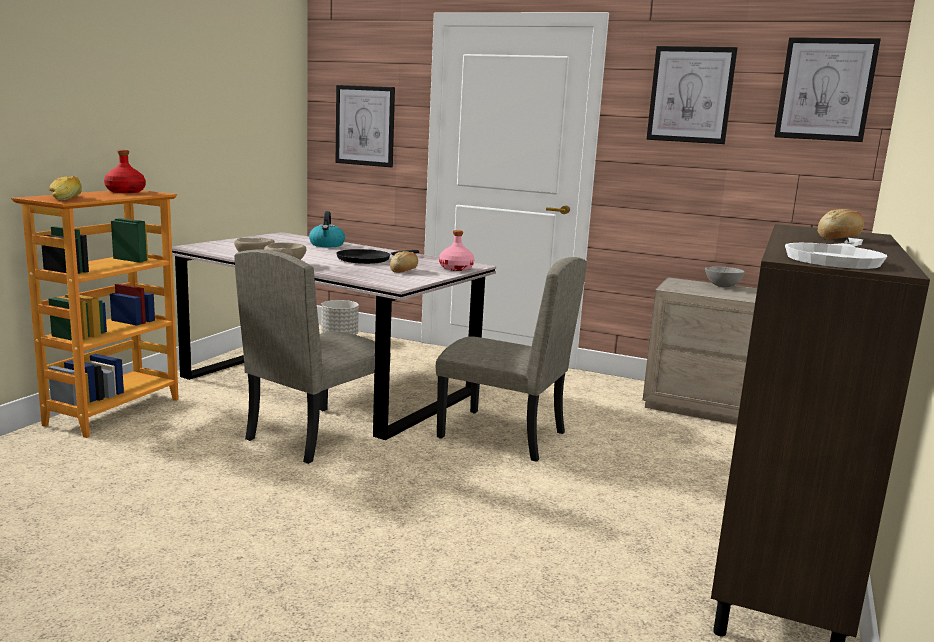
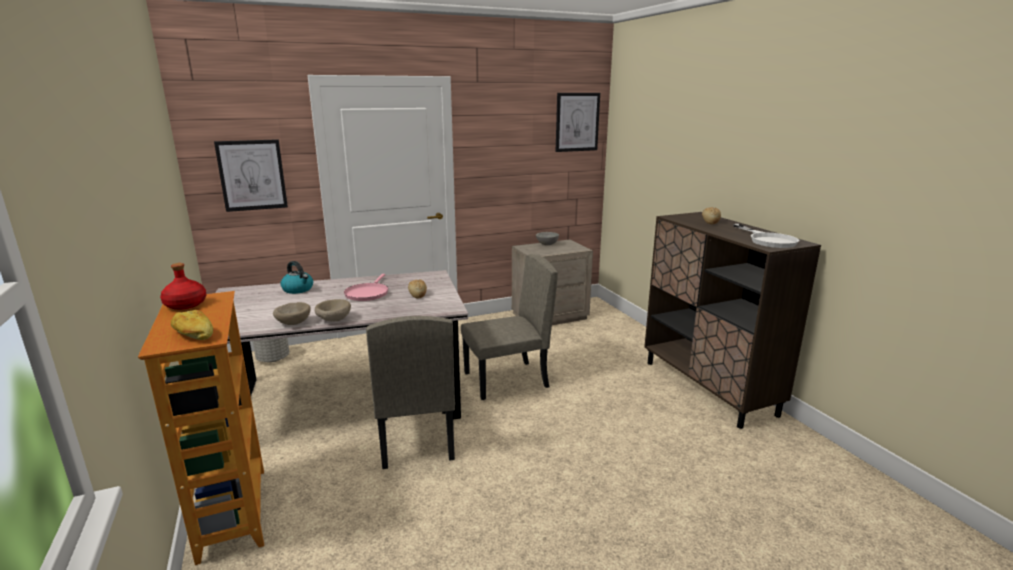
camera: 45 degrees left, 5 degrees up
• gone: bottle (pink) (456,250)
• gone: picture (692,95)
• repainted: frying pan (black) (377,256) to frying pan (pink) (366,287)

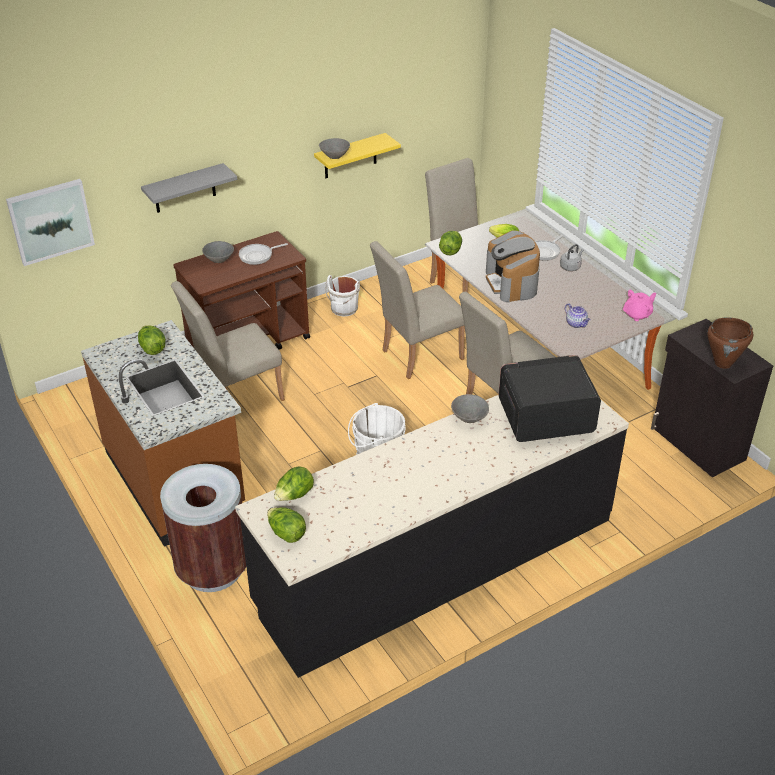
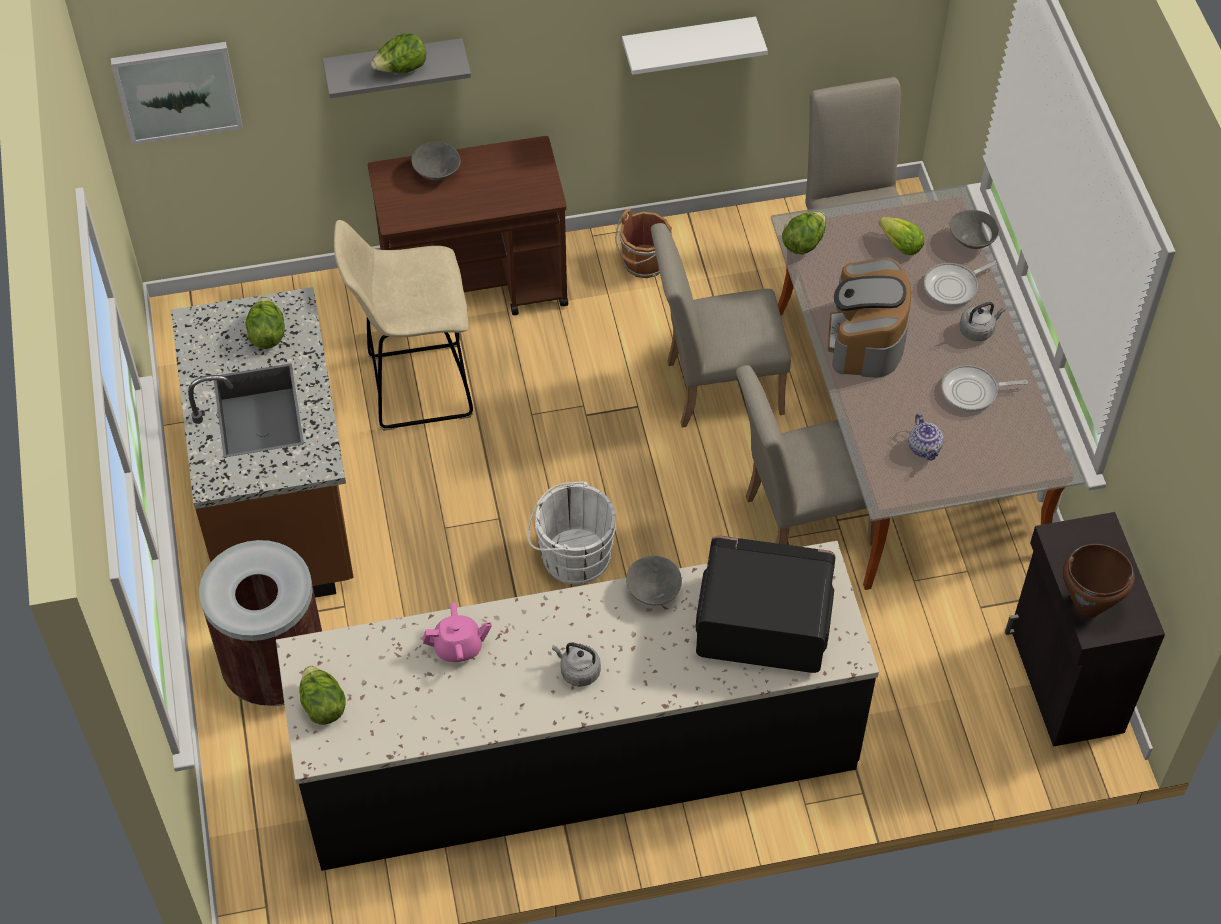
camera: 20 degrees right, 15 degrees up
• new: kettle (grey) (576,664)
• shifted: frying pan (263,254) to (985,388)
• shifted: lettuce (294,483) to (398,53)
• shifted: bowl (grey) (334,148) to (974,229)
• shifted: teapot (pink) (639,305) to (457,632)
• swapped: chair (beige) (228,341) to stool (beige) (403,325)
• repainted: shelf (yellow) (357,155) to shelf (white) (695,46)
• repainted: bucket (white) (342,296) to bucket (brown) (643,243)

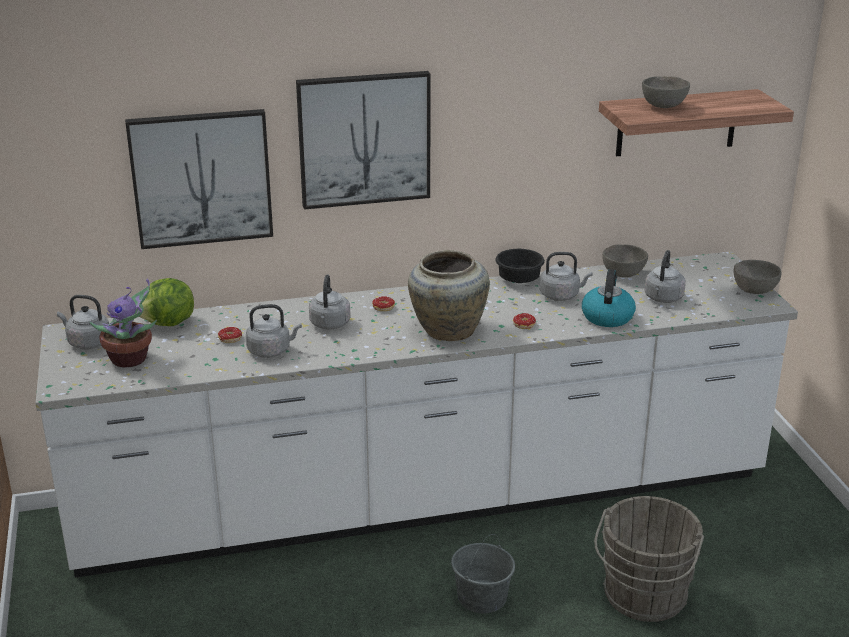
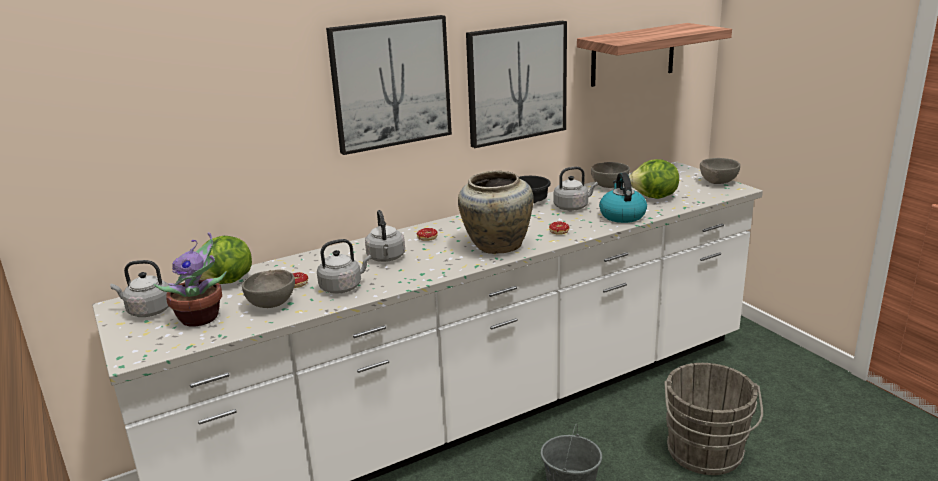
camera: 15 degrees left, 5 degrees down
• shifted: picture (199,179) to (516,84)
• shifted: bowl (grey) (666,92) to (268,289)
• swapped: kettle (grey) (665,276) to lettuce (654,179)

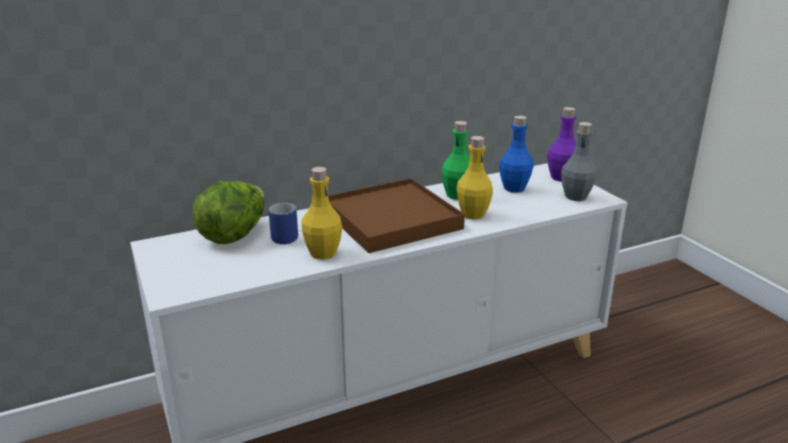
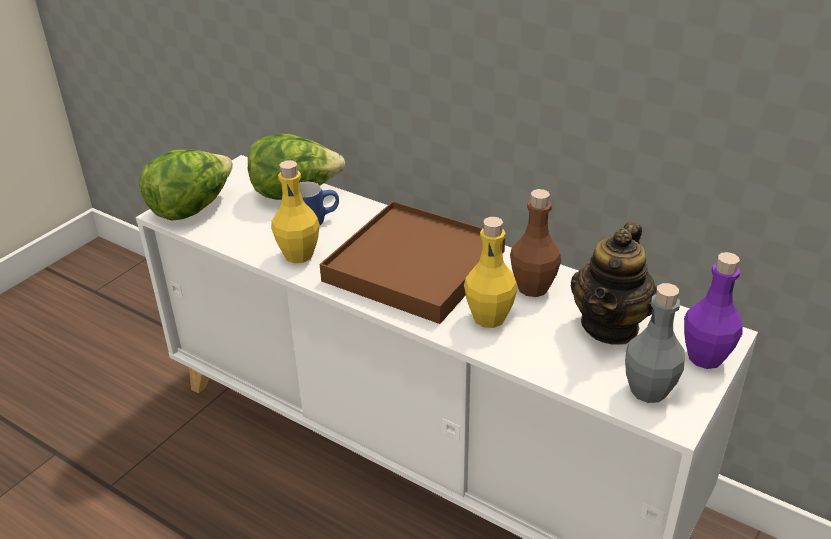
camera: 60 degrees right, 10 degrees up
• new: lettuce (186,185)
• swapped: bottle (blue) (516,154) to teapot (614,283)
• repainted: bottle (green) (455,160) to bottle (brown) (535,243)

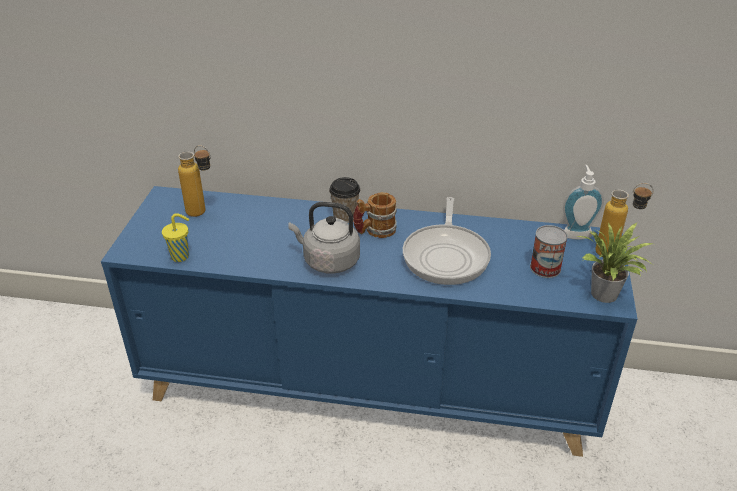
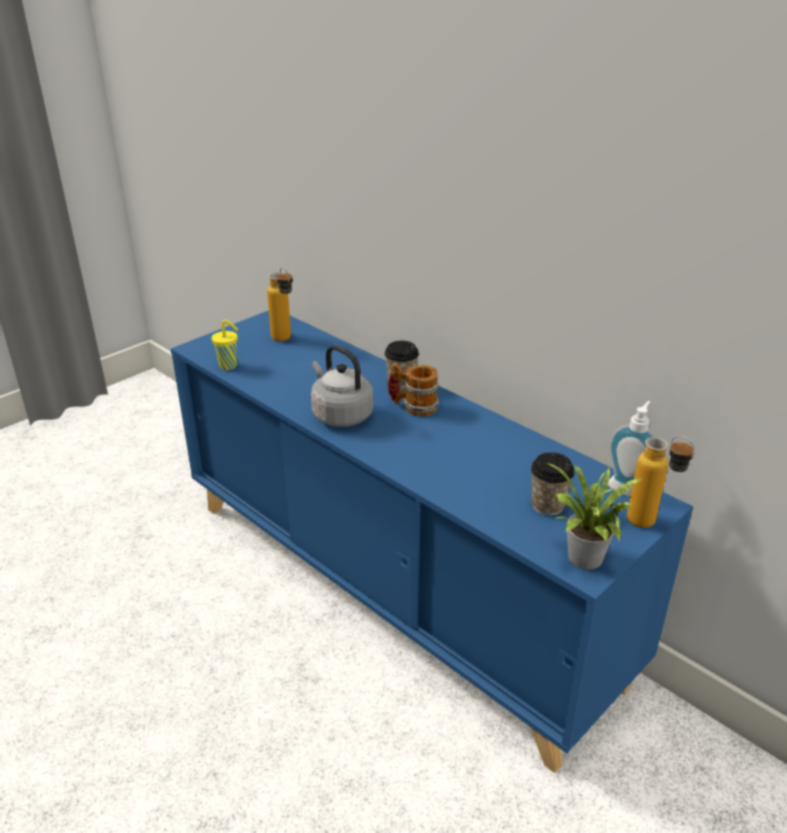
camera: 35 degrees right, 5 degrees down
• gone: frying pan (447,241)
• swapped: can (549,251) to cup (553,484)

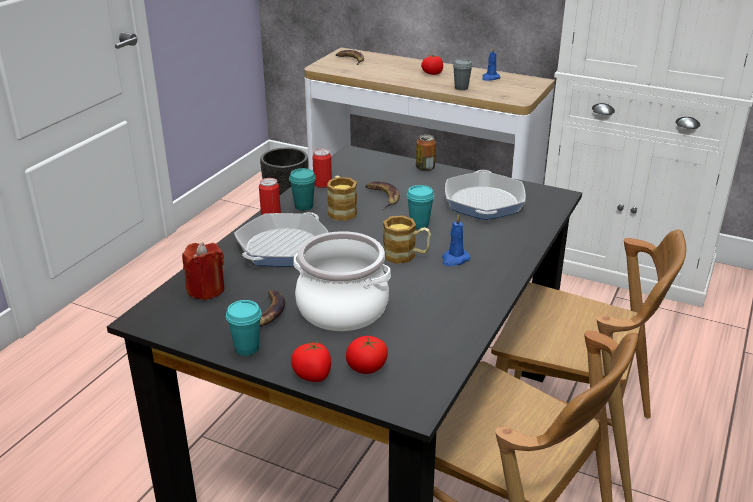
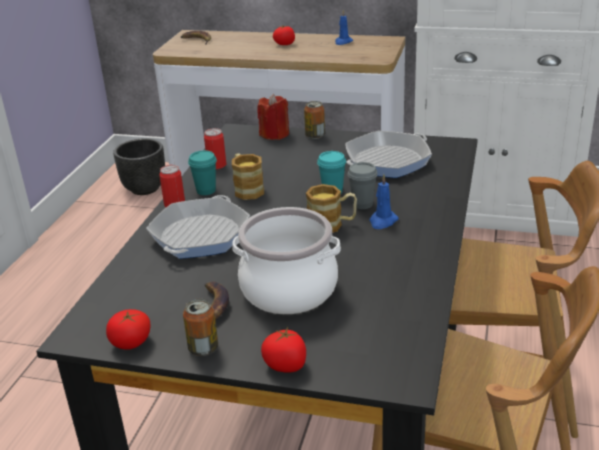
camera: 10 degrees left, 0 degrees up
• gone: banana (382,195)
• shifted: candle (red) (203,271) to (273,117)
• shifted: tomato (367,355) to (128,329)
• shifted: cup (grey) (463,74) to (363,185)
• swapped: cup (turquoise) (244,328) to can (200,327)
• rotated: frying pan (485,195) = (388,154) 60 degrees clockwise

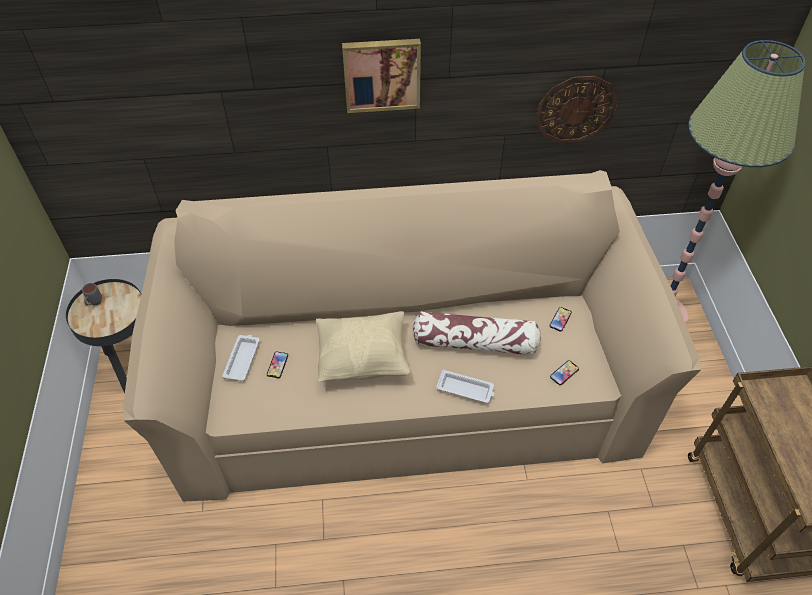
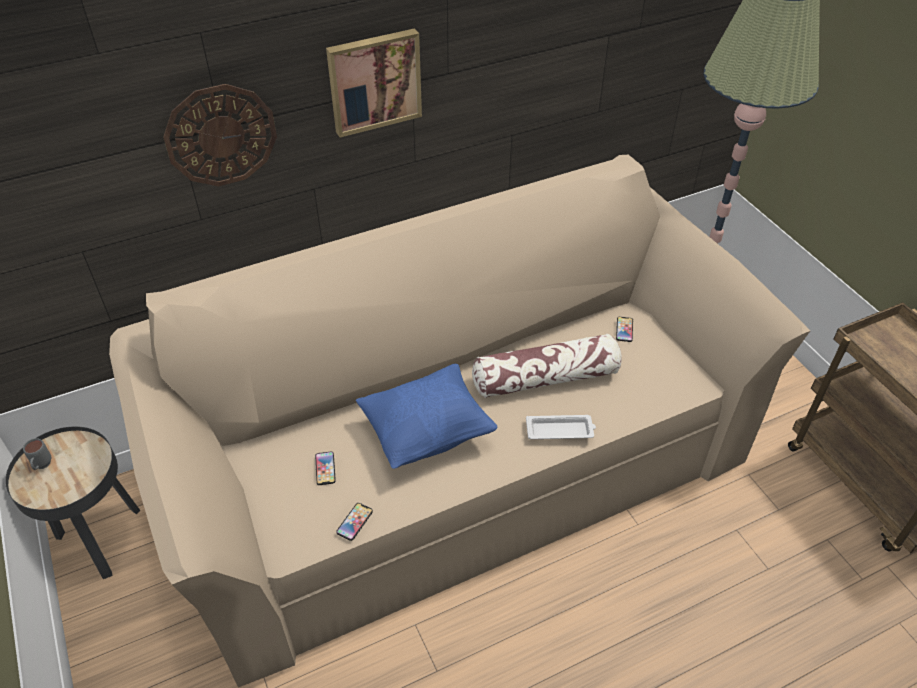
camera: 20 degrees left, 5 degrees down
• gone: tray (white) (241,358)
• shifted: wall clock (577,109) to (220,135)
• shifted: phone (564,372) to (354,522)
• repainted: pillow (beige) (363,346) to pillow (blue) (426,416)

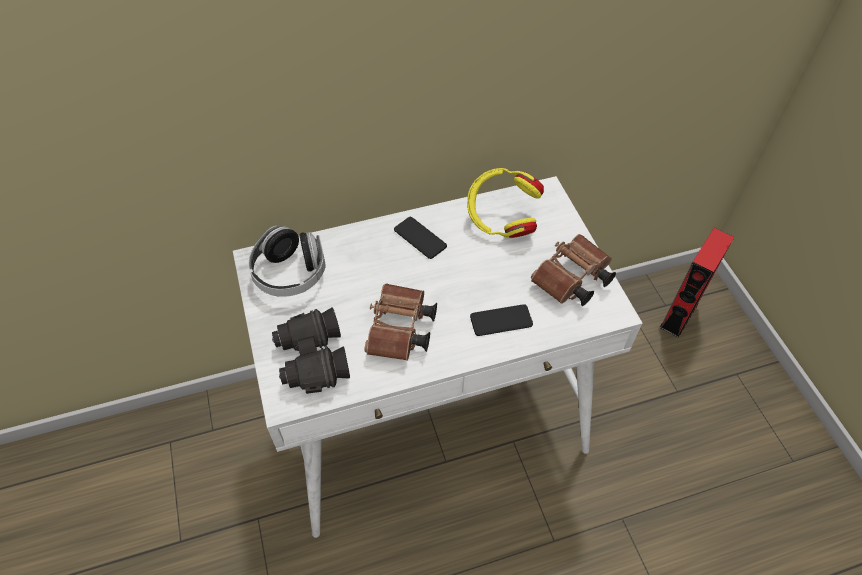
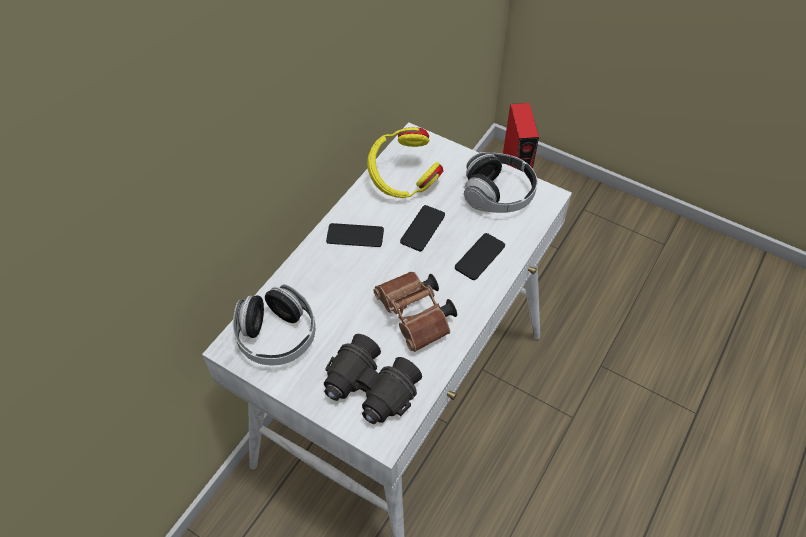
camera: 40 degrees left, 0 degrees up
• new: phone (422,228)
• swapped: binoculars (brown) (573,270) to headphones (500,182)

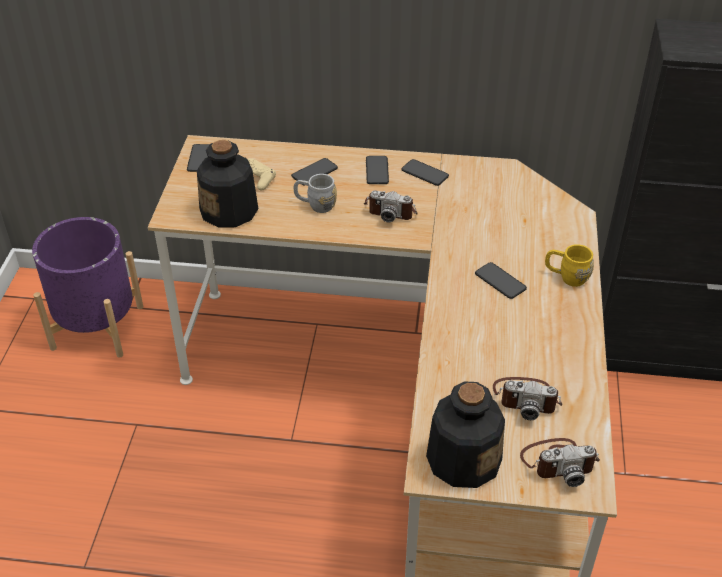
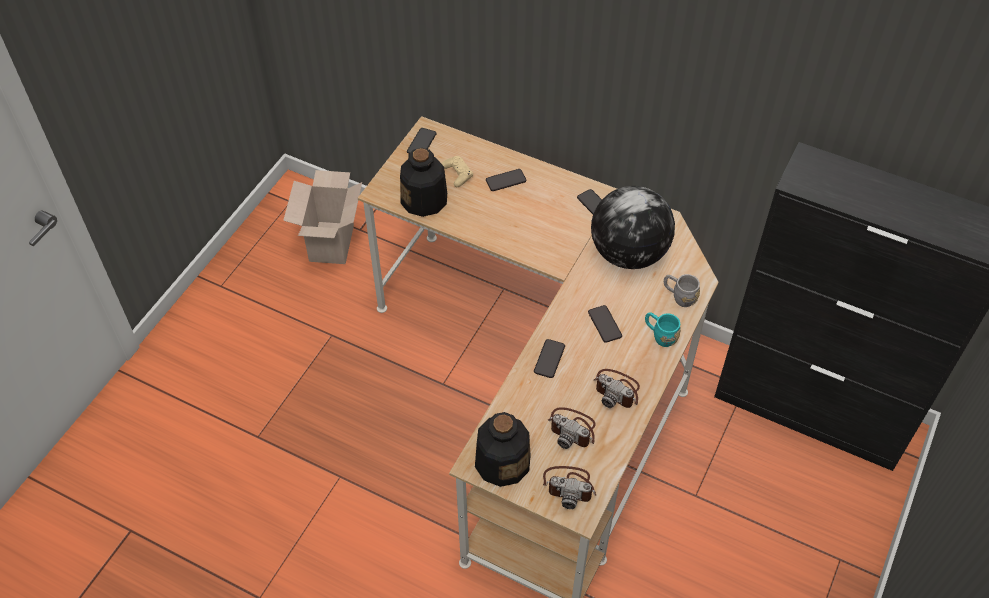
camera: 20 degrees right, 10 degrees up
• new: globe (633,227)
• shifted: mug (grey) (315,193) to (682,290)
• shifted: photo camera (390,206) to (616,388)
• shifted: phone (377,170) to (549,358)
• swapped: planter (purple) (87,287) to cardboard box (322,217)
• repainted: mug (yellow) (569,265) to mug (turquoise) (663,329)

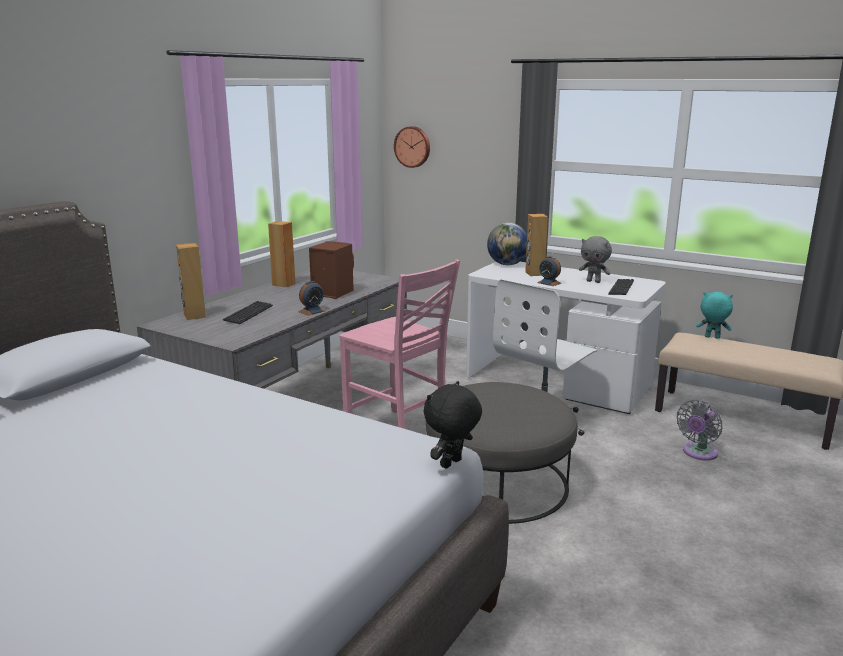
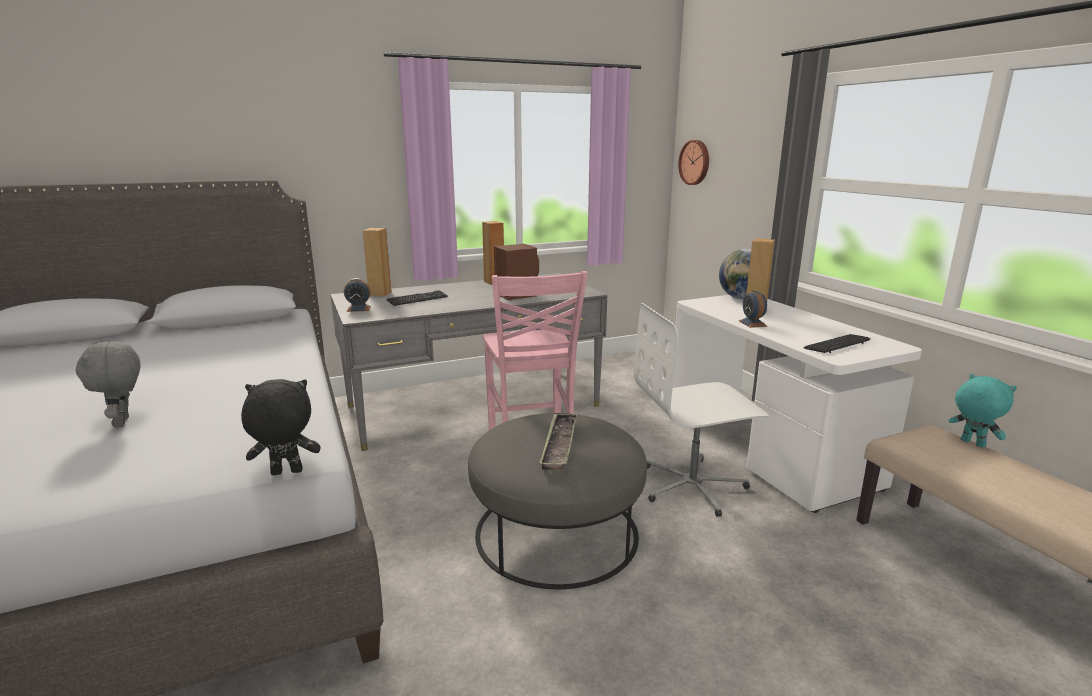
camera: 35 degrees right, 0 degrees up
• gone: fan (grey) (699,430)
• new: tray (558,441)
• shifted: alarm clock (312,298) to (357,295)
• shifted: plush toy (grey) (595,259) to (108,385)

